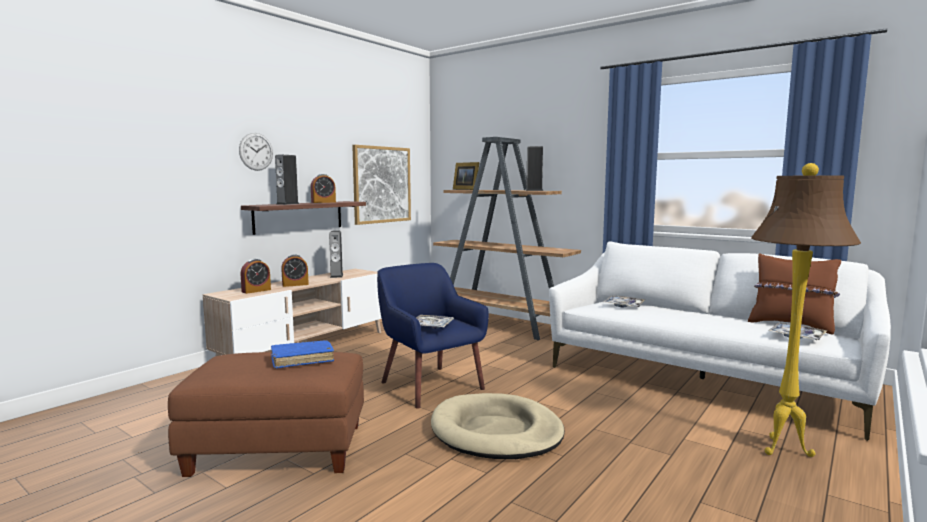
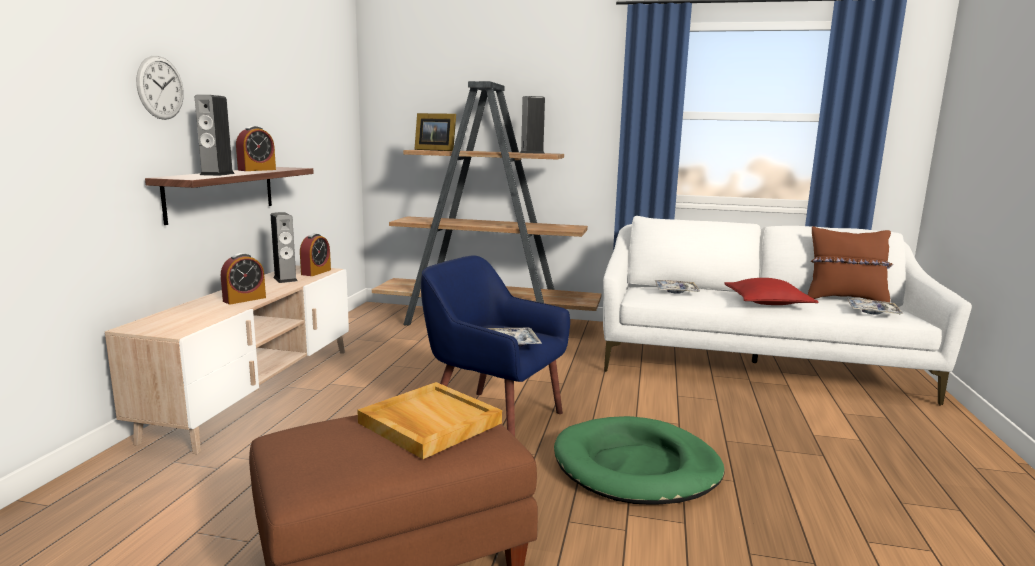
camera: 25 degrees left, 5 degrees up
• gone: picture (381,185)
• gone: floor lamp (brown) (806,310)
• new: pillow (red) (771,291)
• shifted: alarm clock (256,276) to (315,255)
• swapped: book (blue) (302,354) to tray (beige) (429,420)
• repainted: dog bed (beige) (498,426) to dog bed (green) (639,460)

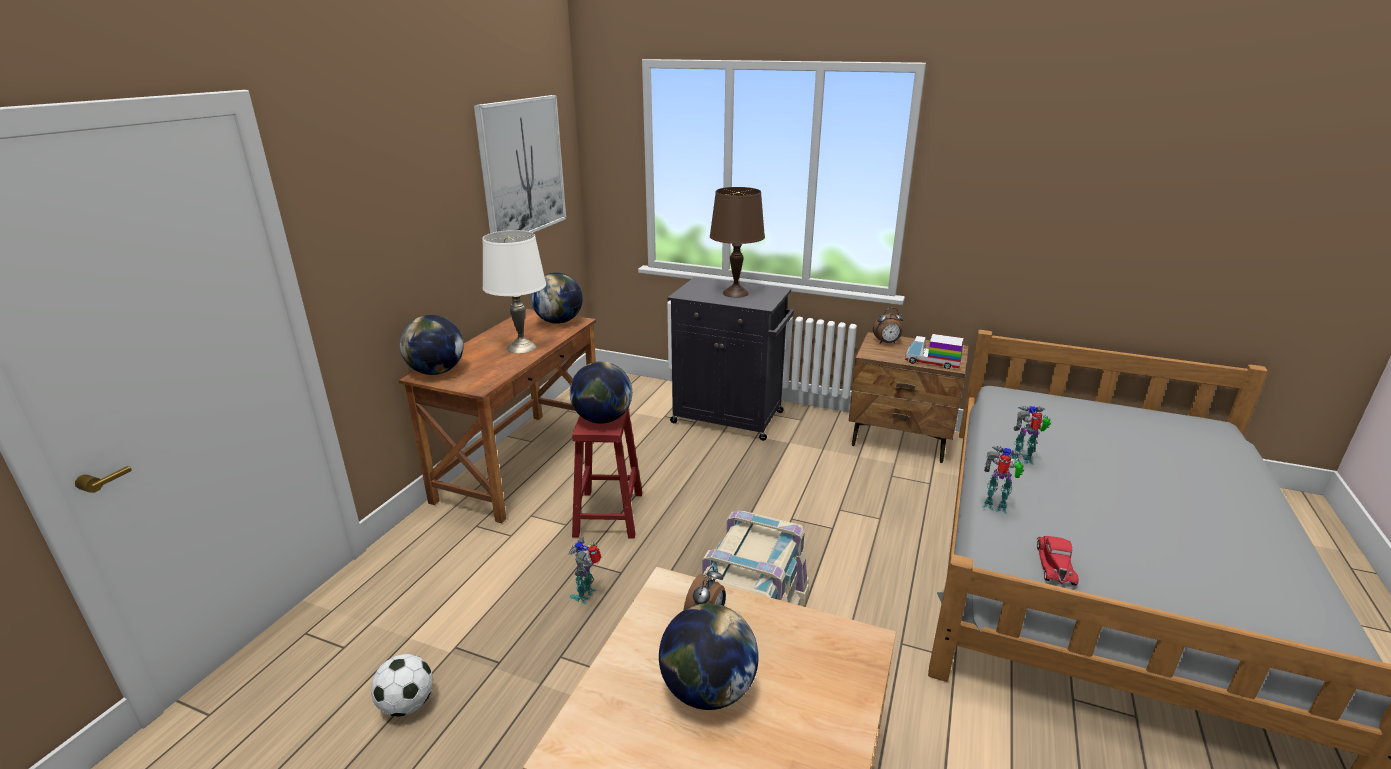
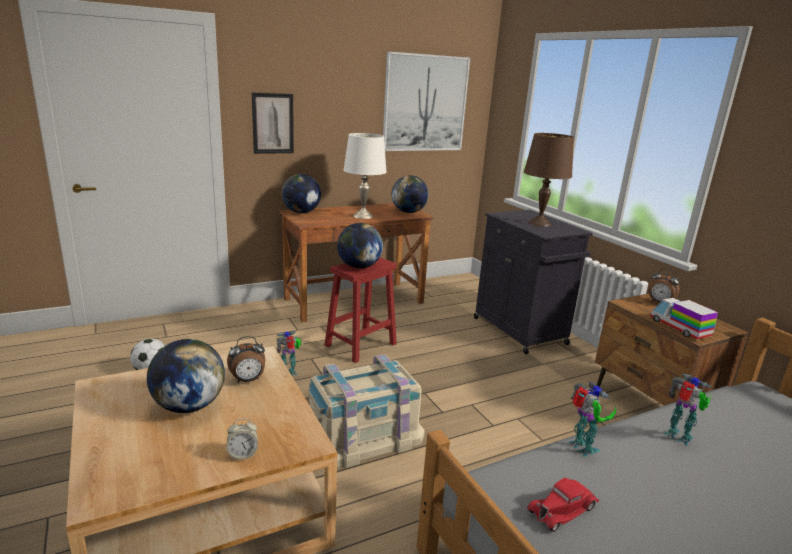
camera: 40 degrees right, 5 degrees down
• new: alarm clock (242,439)
• new: picture (273,123)

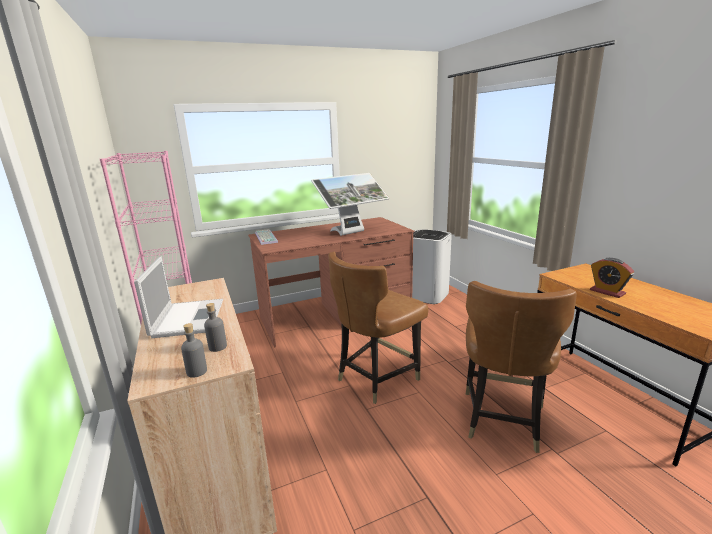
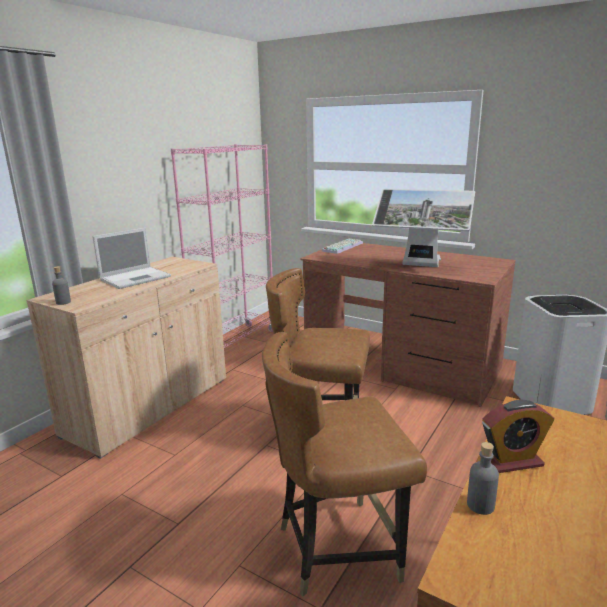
camera: 55 degrees right, 0 degrees up
• shifted: bottle (grey) (215,327) to (483,478)
• rotated: alarm clock (612,278) = (518,436) 120 degrees counterclockwise

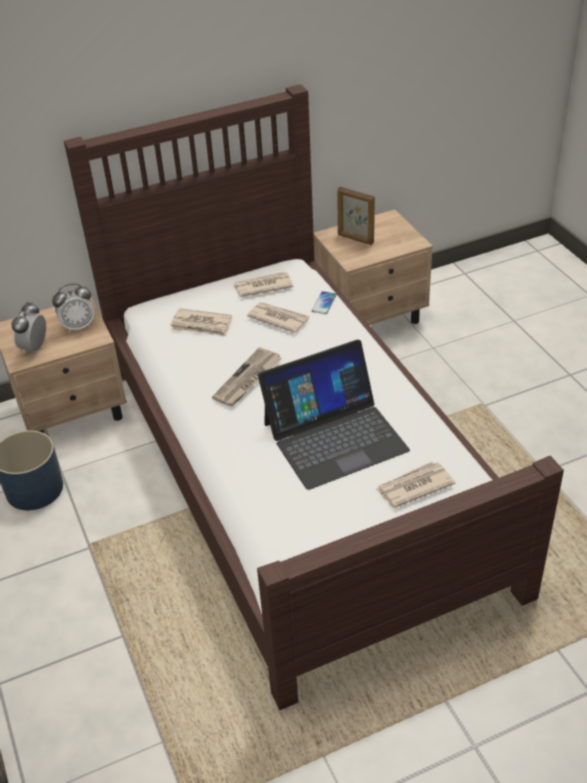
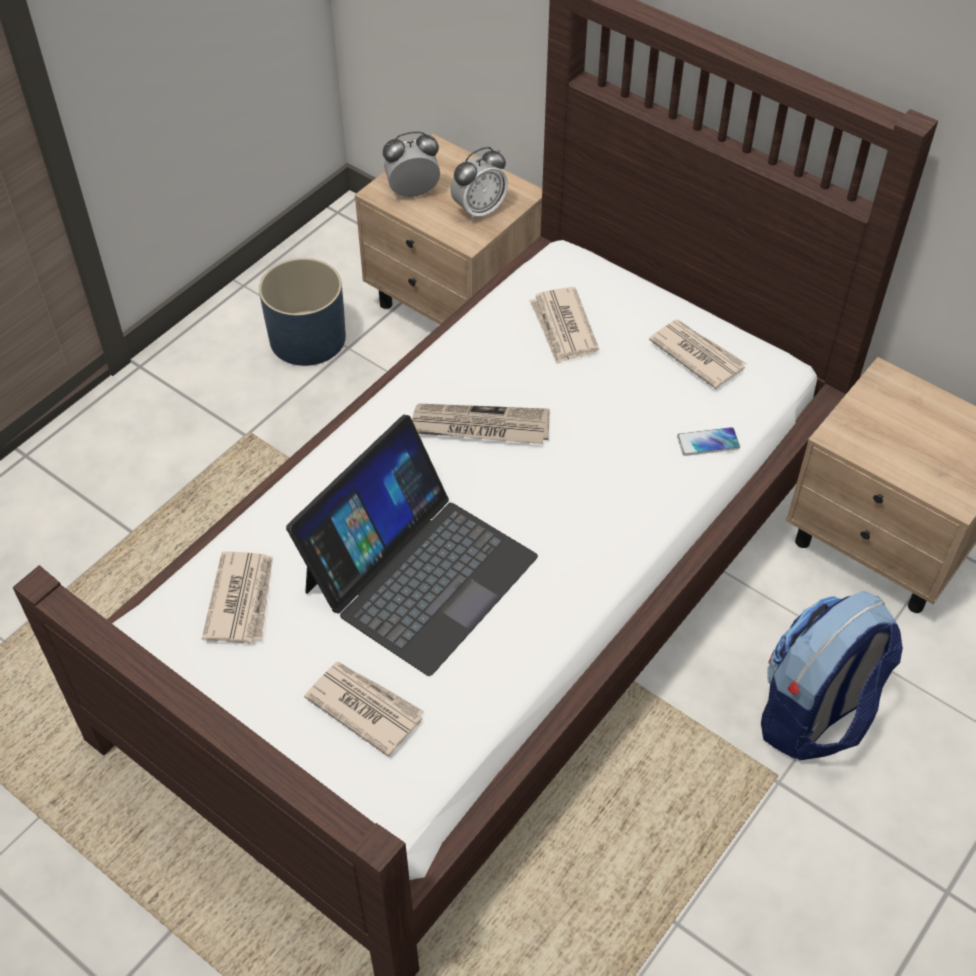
camera: 60 degrees right, 10 degrees up
• gone: picture frame (356,216)
• new: backpack (832,676)
• shifted: newspaper (278,317) to (237,597)
• rotated: alarm clock (73,308) = (479,184) 75 degrees counterclockwise
• rotated: laptop (334,414) = (412,545) 90 degrees counterclockwise

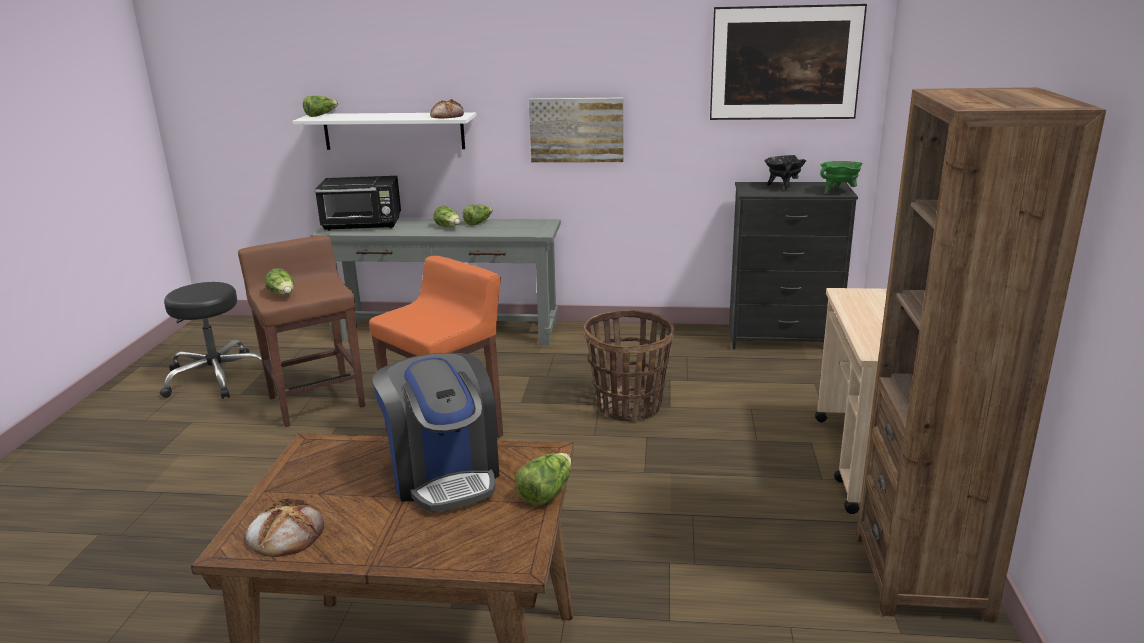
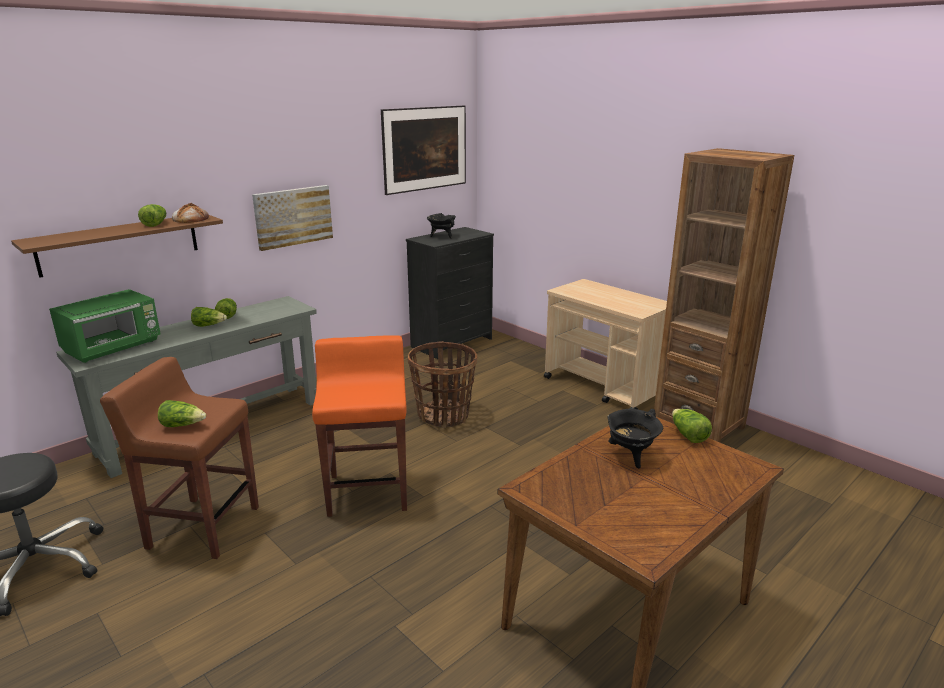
camera: 50 degrees left, 0 degrees up
• gone: bread (285,527)
• gone: cooking pot (green) (841,178)
• shifted: lettuce (320,106) to (152,215)
• swapped: coffee machine (435,432) to cooking pot (black) (635,438)
• repainted: shelf (white) (384,131) to shelf (brown) (117,246)
• repainted: microwave (black) (358,203) to microwave (green) (105,326)

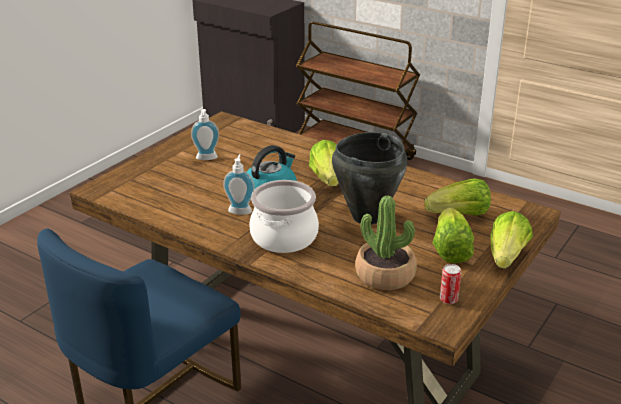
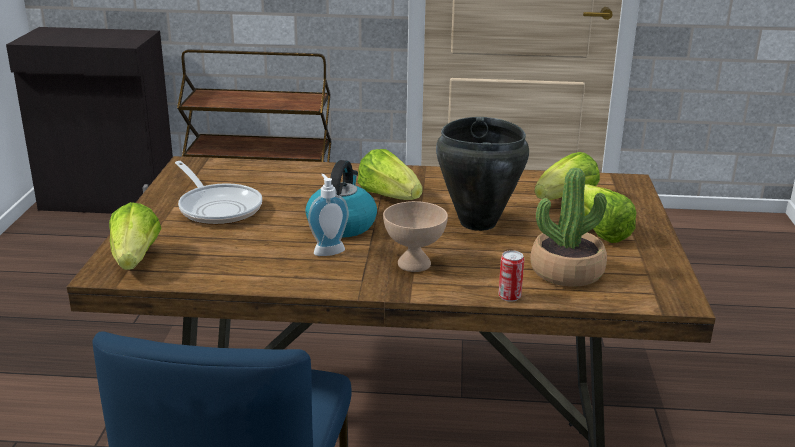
camera: 30 degrees left, 5 degrees down
• shifted: can (450,284) to (511,276)
• shifted: lettuce (511,240) to (135,236)
• swapped: soap dispenser (205,134) to frying pan (218,193)
• swapped: cooking pot (284,216) to bowl (beige) (415,236)

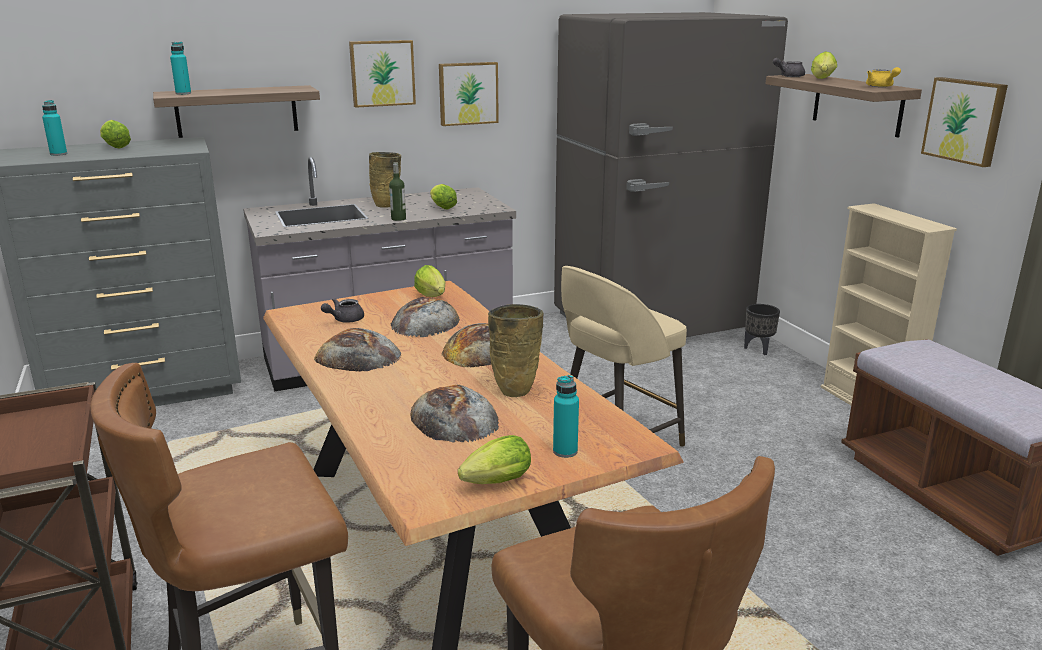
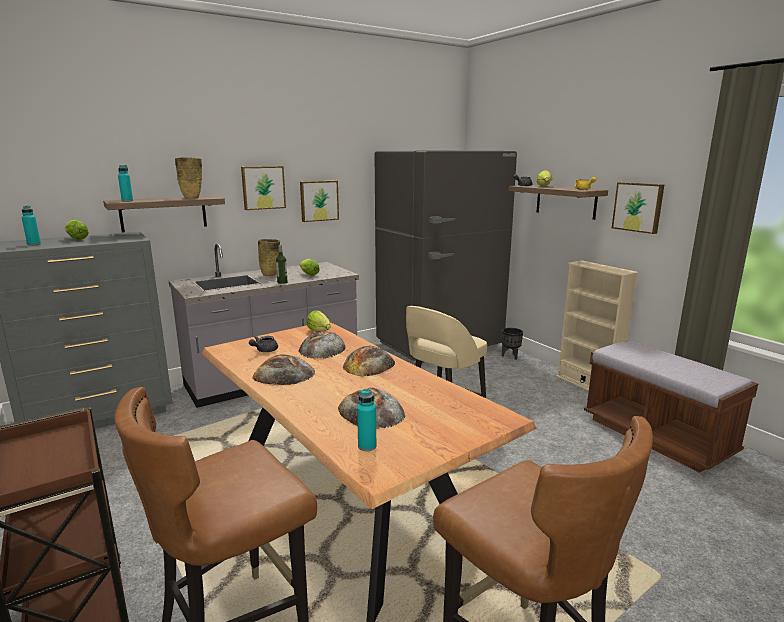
camera: 10 degrees left, 5 degrees down
• gone: lettuce (494,459)
• shifted: vase (beige) (516,350) to (188,177)
• shifted: bottle (turquoise) (566,416) to (366,419)

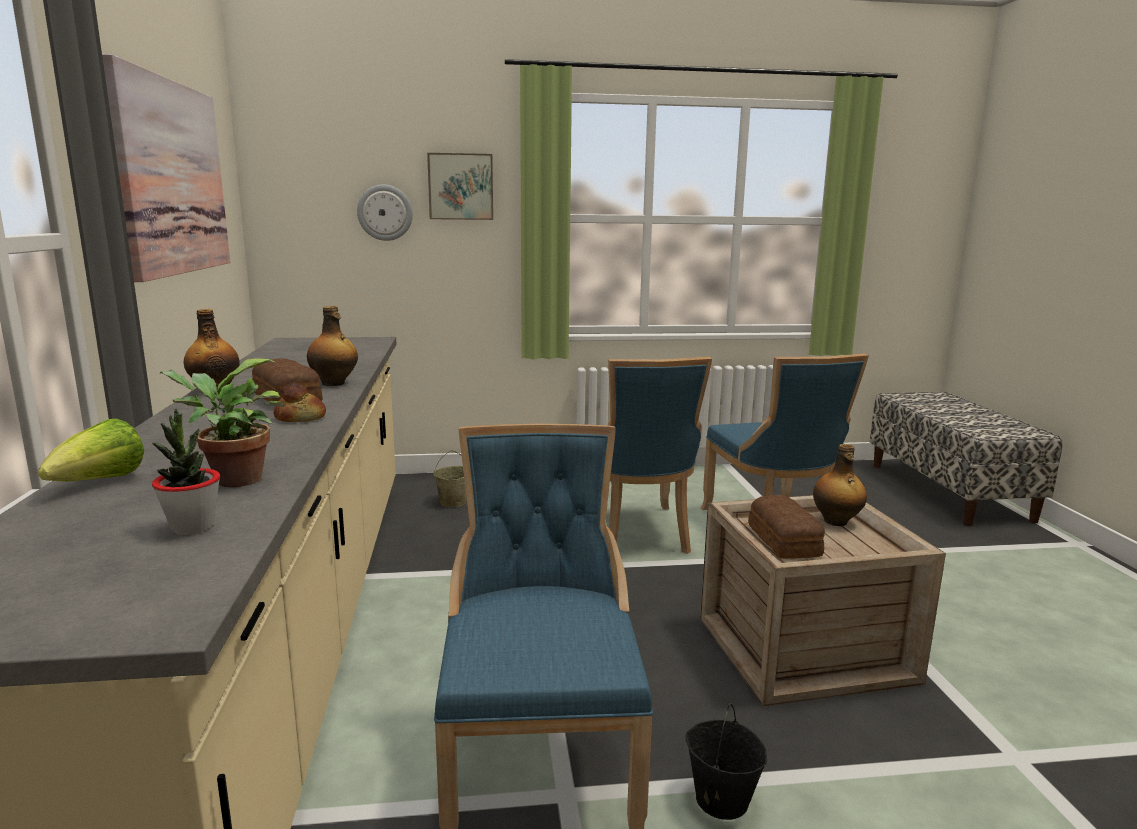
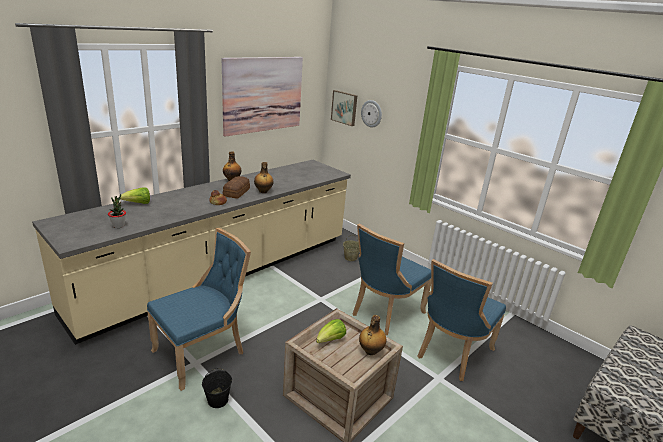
camera: 50 degrees right, 10 degrees up
• gone: potted plant (222,423)
• shifted: picture (460,186) to (344,108)
• swapped: bread (786,527) to lettuce (331,331)

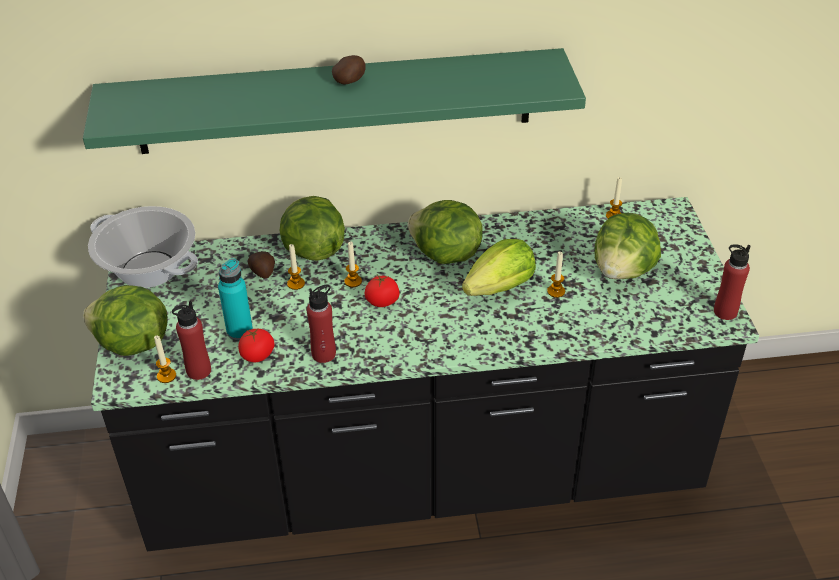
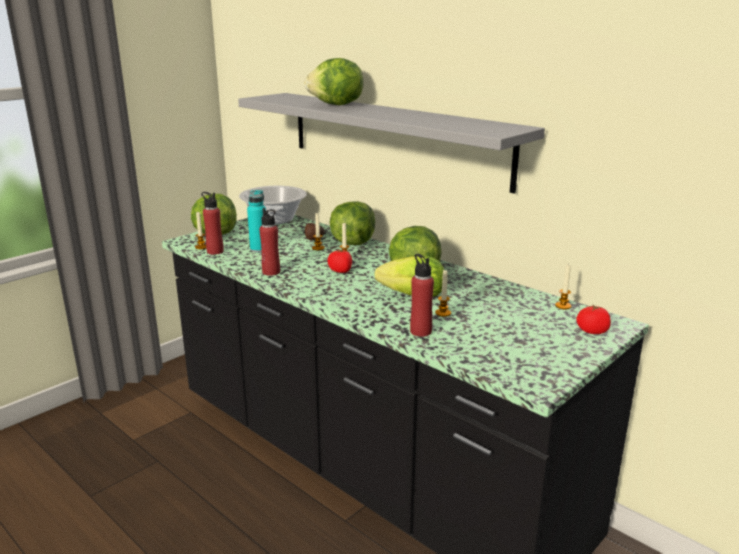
camera: 50 degrees right, 20 degrees down
• gone: potato (348,70)
• shifted: tomato (256,345) to (593,319)
• shifted: lettuce (628,246) to (334,81)
• shifted: bottle (red) (732,282) to (422,295)
• repainted: shelf (green) (334,101) to shelf (grey) (391,143)

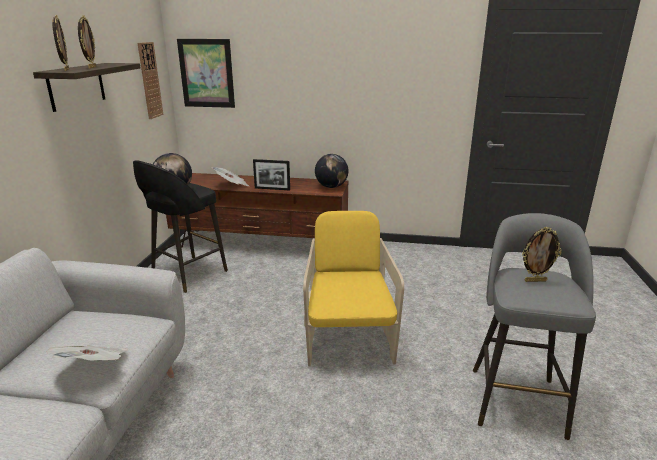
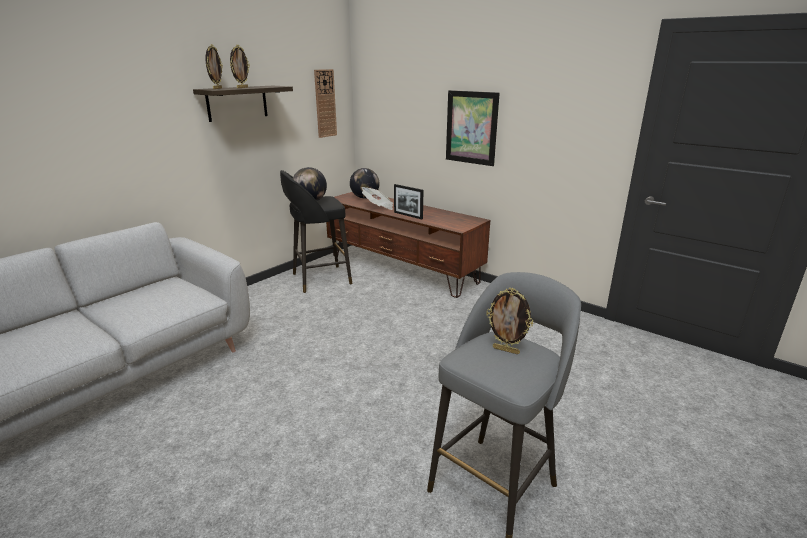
camera: 30 degrees right, 0 degrees up
• gone: newspaper (87,353)
• gone: armchair (yellow) (353,288)
• shifted: picture (206,73) to (473,128)
• shifted: globe (332,171) to (365,183)

